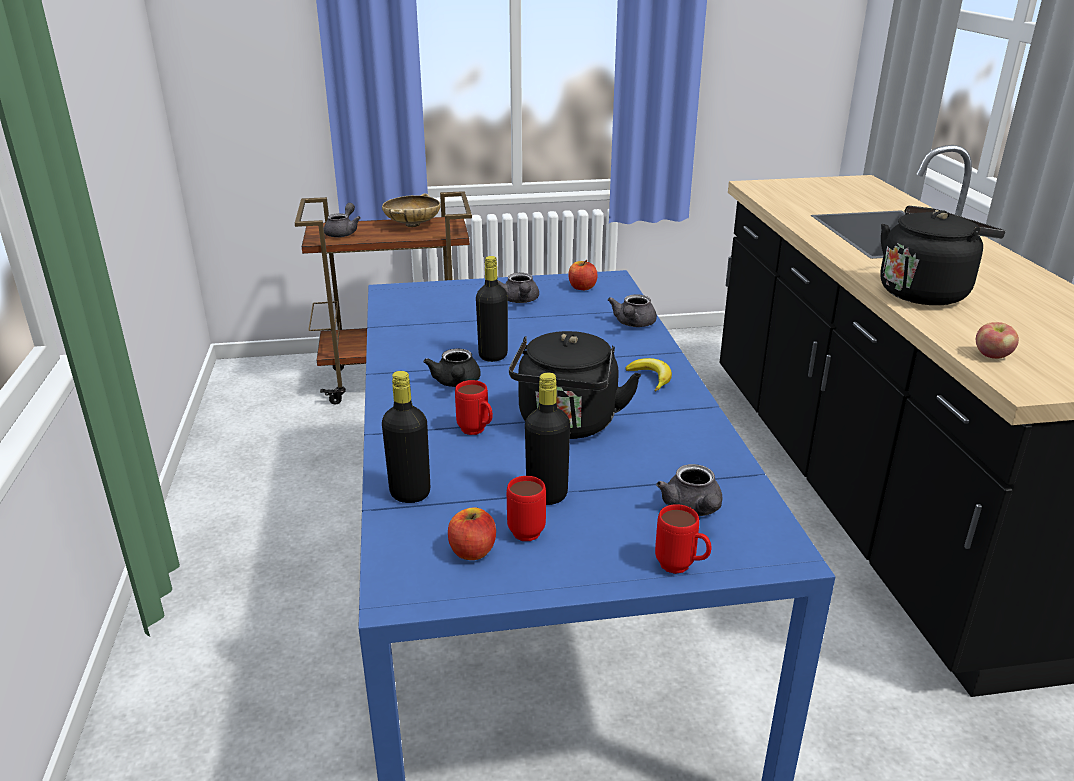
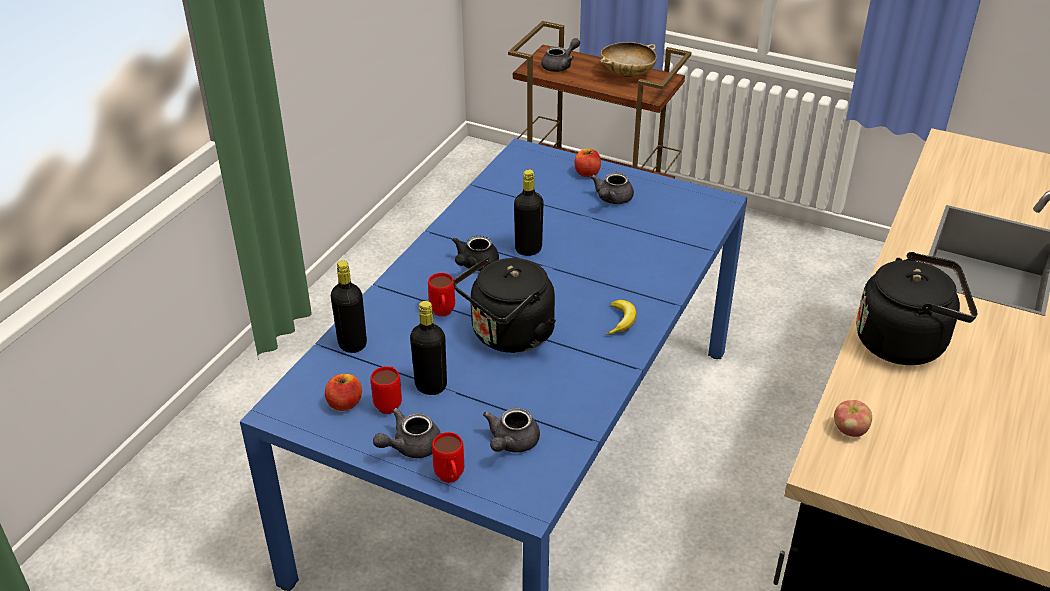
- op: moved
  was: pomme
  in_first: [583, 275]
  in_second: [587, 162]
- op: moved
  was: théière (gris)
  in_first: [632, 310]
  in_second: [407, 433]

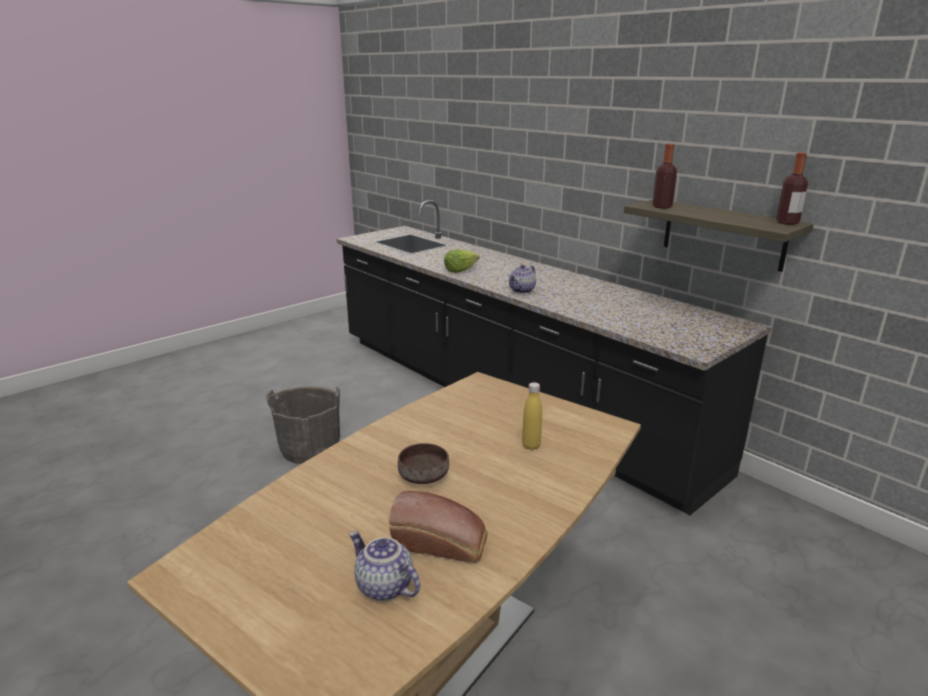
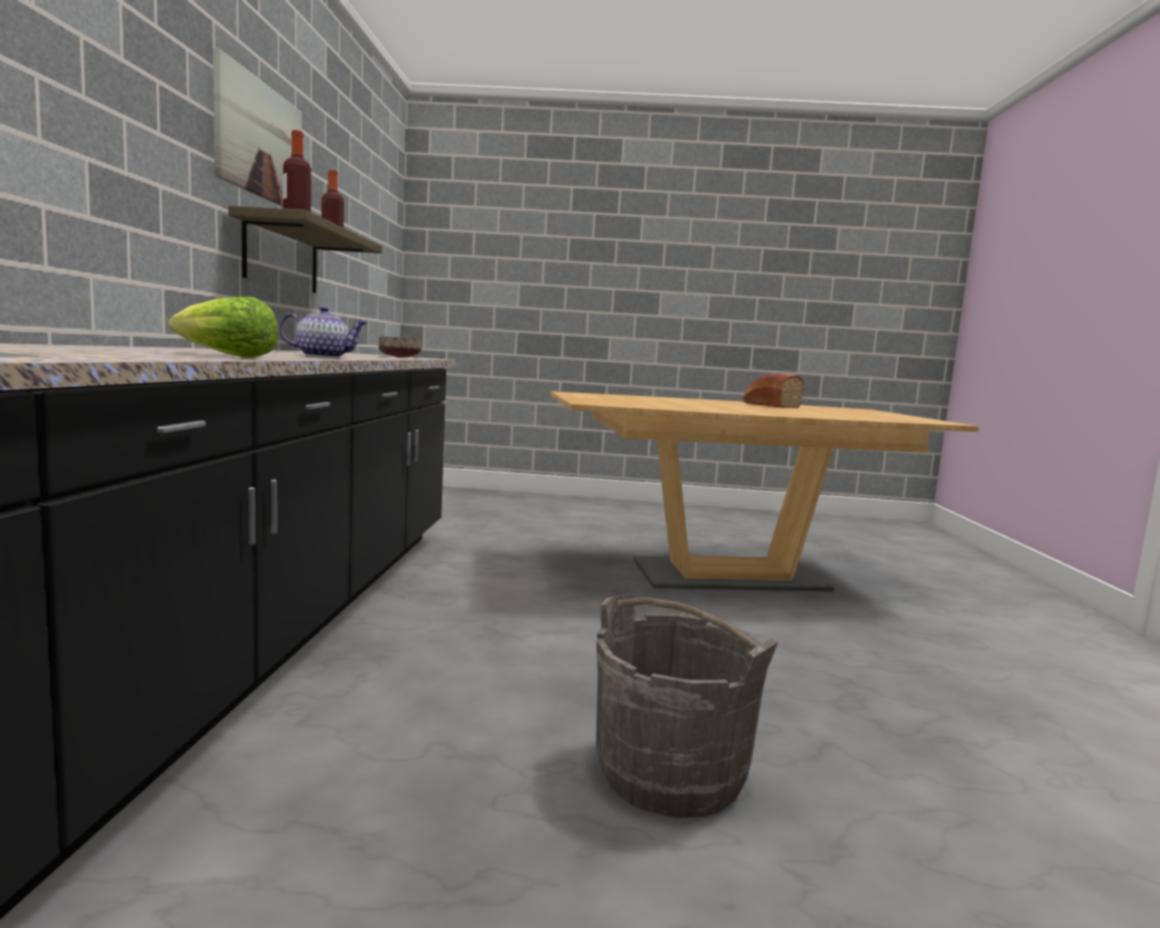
- op: removed
  was: bouteille (jaune)
  in_first: [532, 416]
- op: moved
  was: bol (marron)
  in_first: [423, 463]
  in_second: [400, 347]
- op: removed
  was: théière
  in_first: [384, 566]
- op: added
  now: tableau
  in_second: [257, 127]

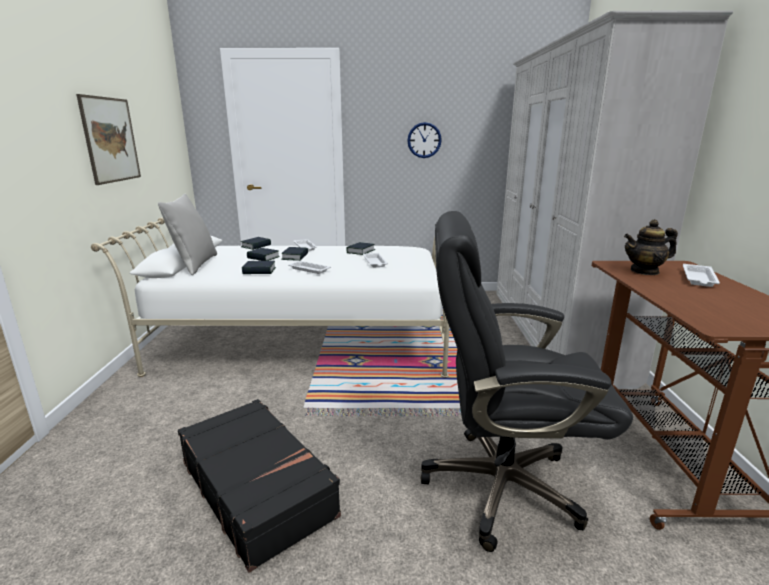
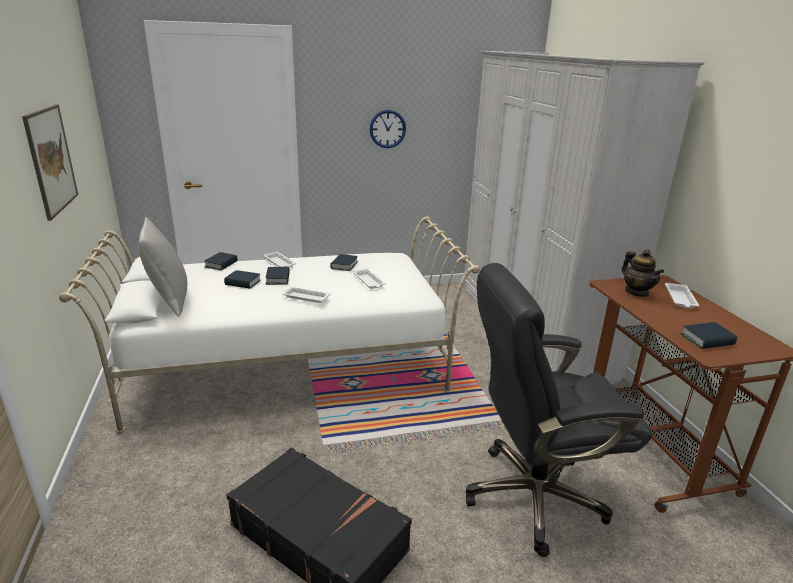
- op: turned
  was: théière
  in_first: [651, 247]
  in_second: [642, 273]
  clockwise: -90
- op: moved
  was: livre
  in_first: [259, 267]
  in_second: [709, 335]

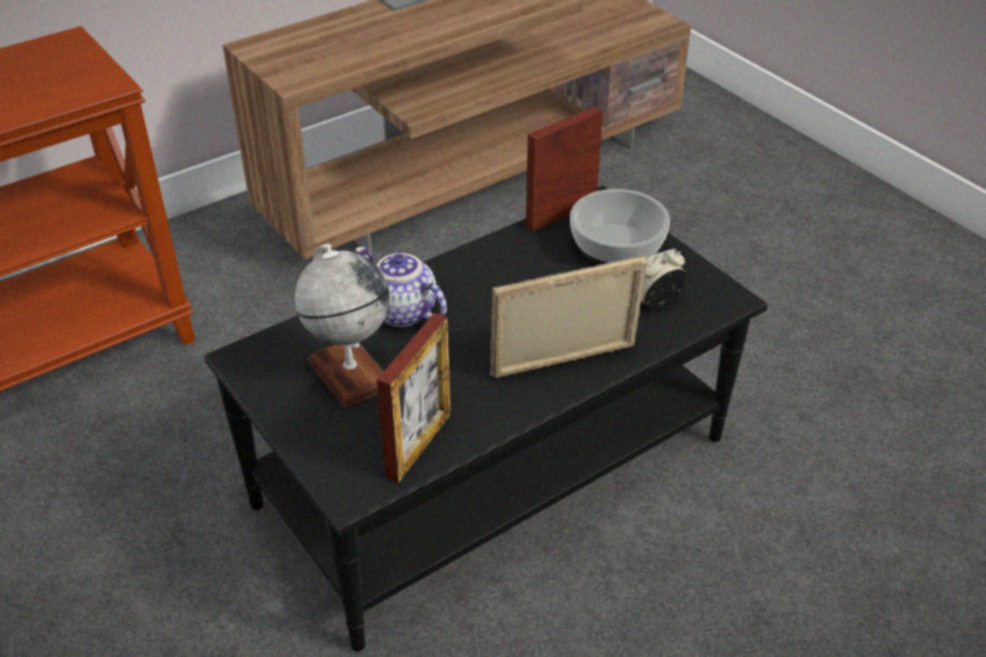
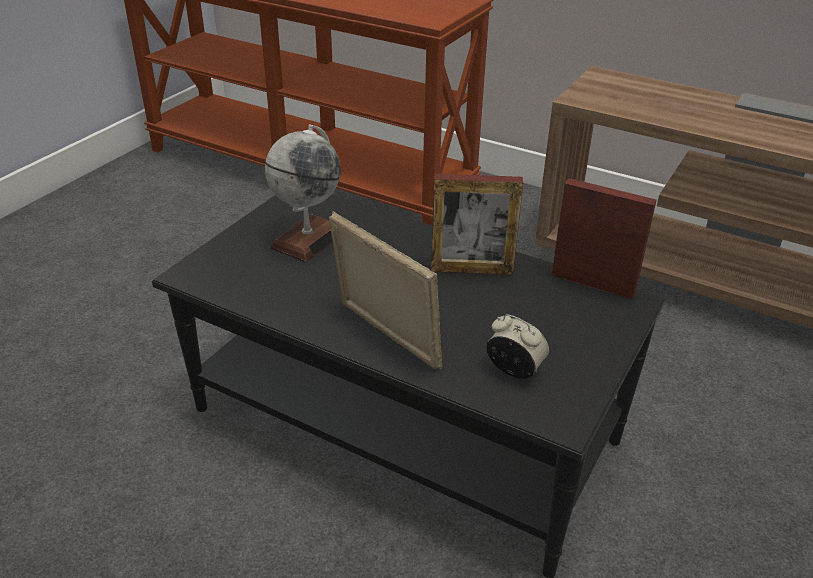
- op: removed
  was: bol
  in_first: [620, 227]
- op: removed
  was: théière
  in_first: [401, 286]
- op: moved
  was: cadre photo
  in_first: [414, 398]
  in_second: [477, 224]

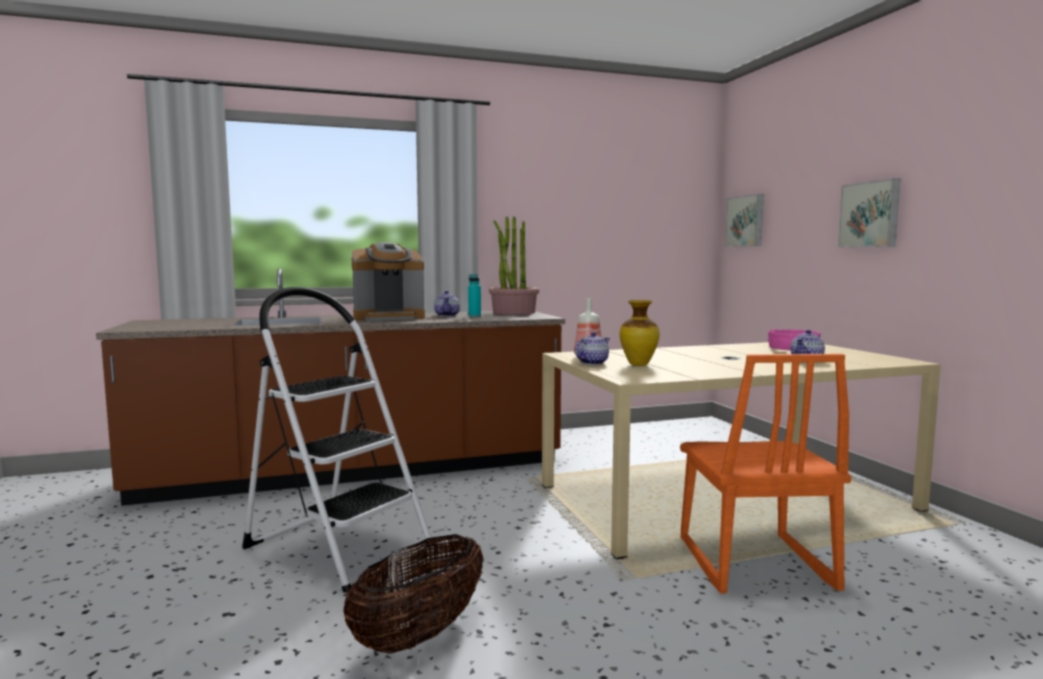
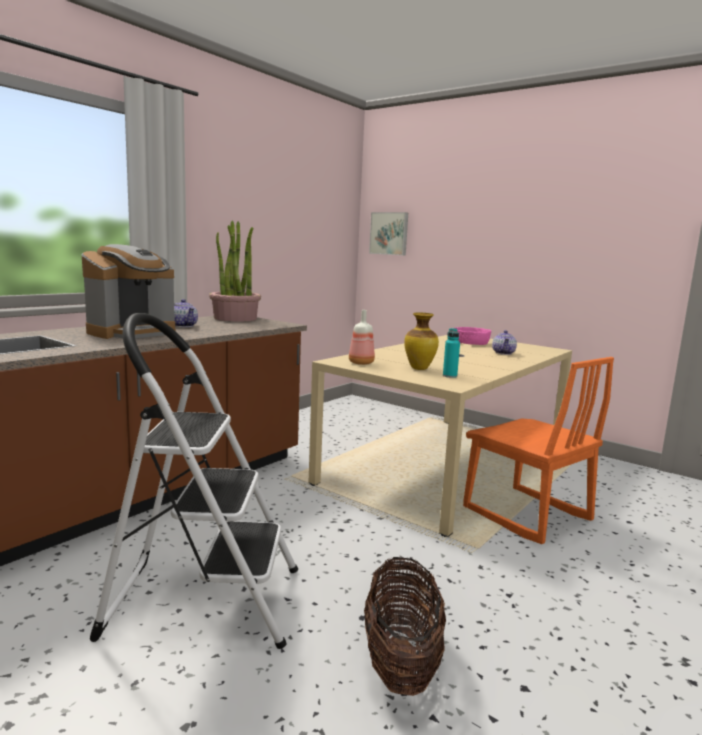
- op: removed
  was: tableau
  in_first: [869, 212]
- op: moved
  was: bouteille (turquoise)
  in_first: [474, 295]
  in_second: [451, 353]
- op: removed
  was: théière
  in_first: [592, 348]

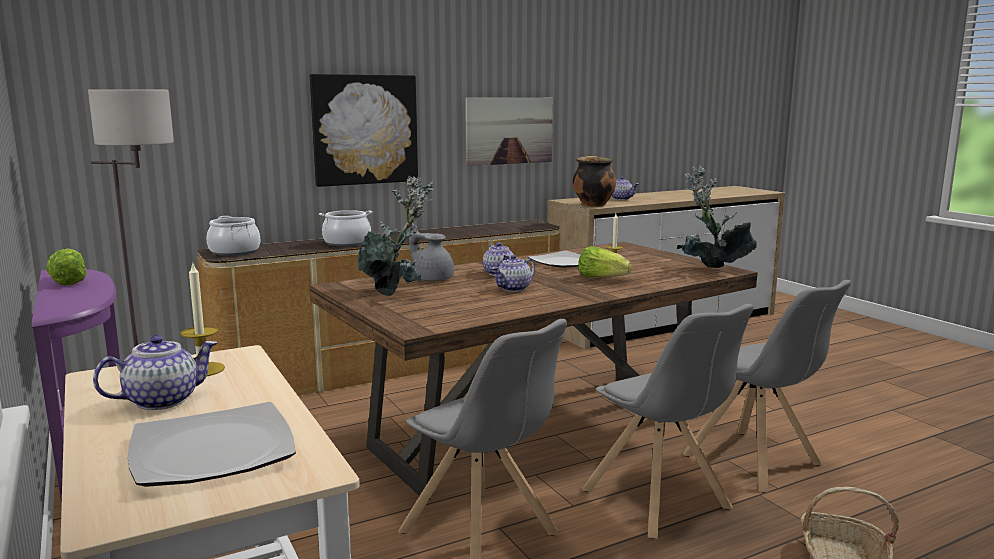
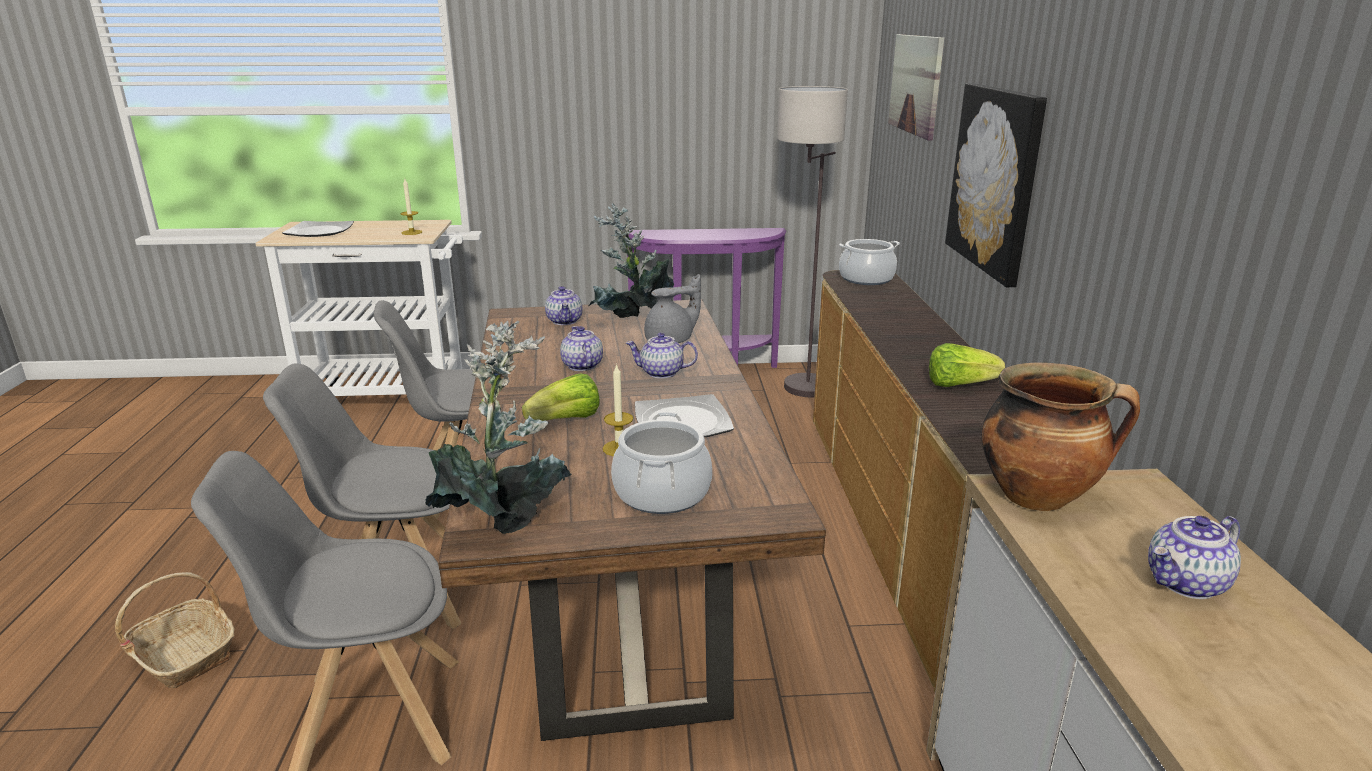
- op: moved
  was: tableau
  in_first: [509, 132]
  in_second: [916, 87]
- op: moved
  was: marmite
  in_first: [345, 228]
  in_second: [661, 463]
- op: moved
  was: laitue
  in_first: [66, 267]
  in_second: [967, 365]
- op: moved
  was: théière
  in_first: [155, 372]
  in_second: [563, 305]

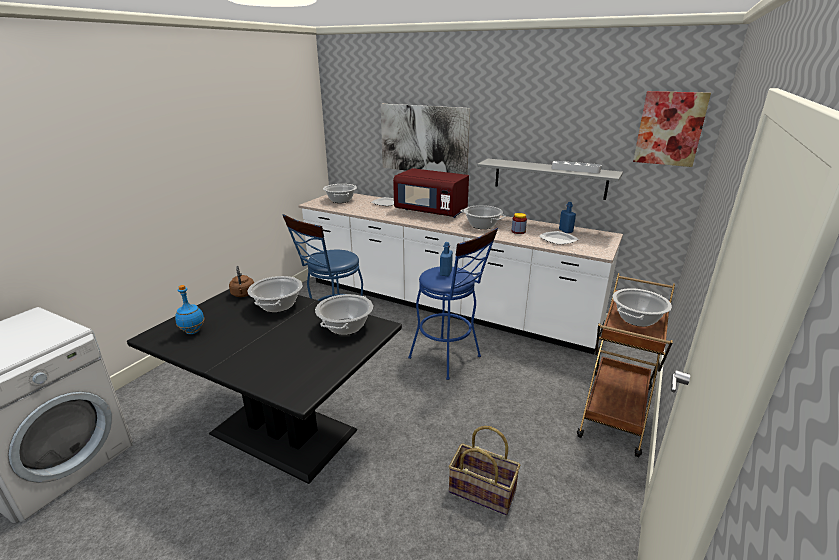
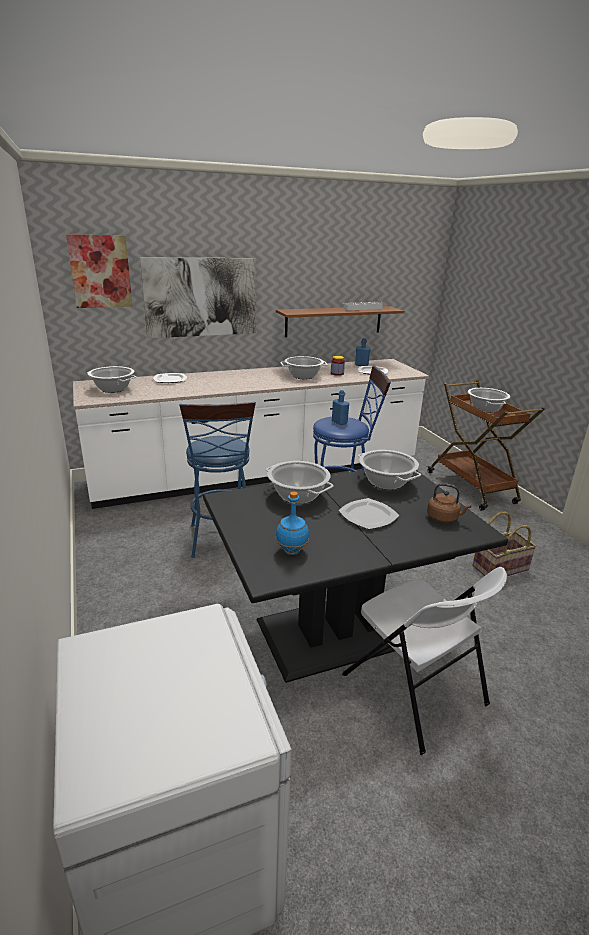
- op: moved
  was: tableau
  in_first: [672, 129]
  in_second: [99, 271]
- op: recoloured
  was: étagère (gris)
  now: étagère (marron)
  in_first: [550, 179]
  in_second: [340, 321]
- op: removed
  was: micro-ondes (rouge)
  in_first: [431, 193]
- op: moved
  was: bouilloire (marron)
  in_first: [241, 281]
  in_second: [449, 503]
- op: added
  now: assiette
  in_second: [368, 513]
- op: added
  now: chaise (blanc)
  in_second: [424, 661]

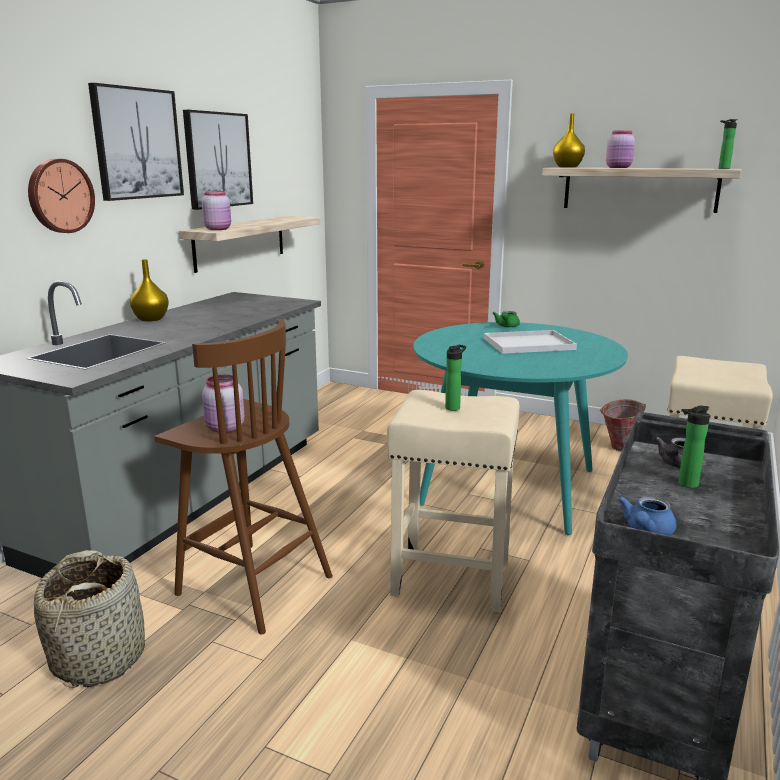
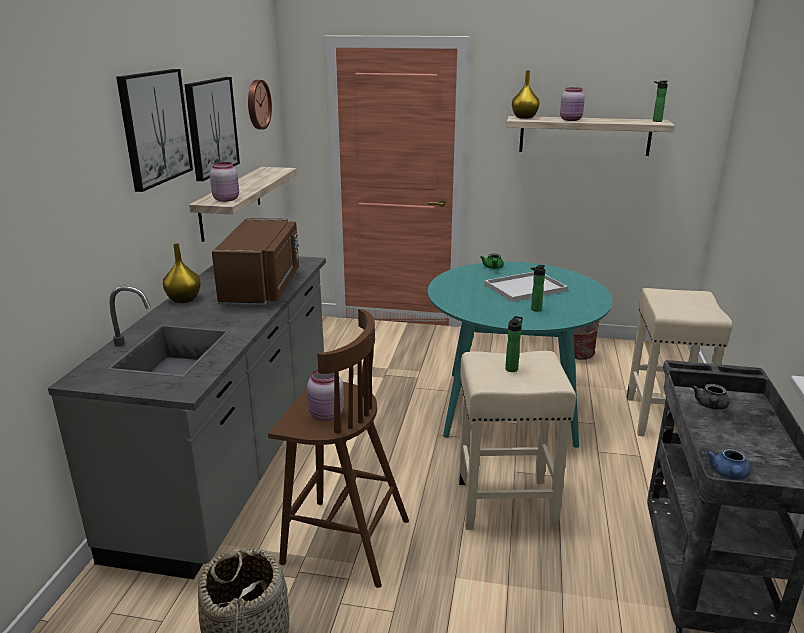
- op: moved
  was: horloge murale
  in_first: [61, 196]
  in_second: [260, 104]
- op: moved
  was: bouteille
  in_first: [694, 447]
  in_second: [538, 288]
- op: added
  now: micro-ondes (marron)
  in_second: [255, 261]

